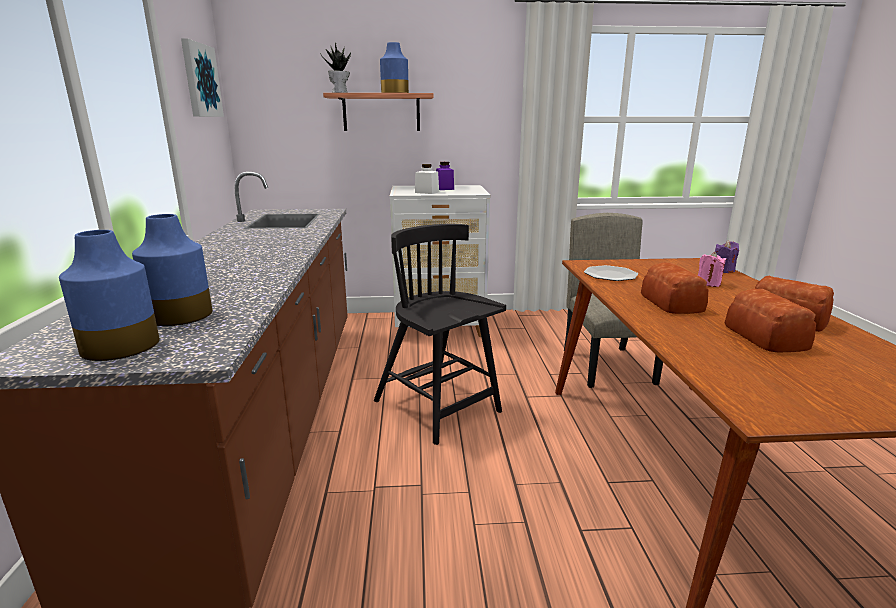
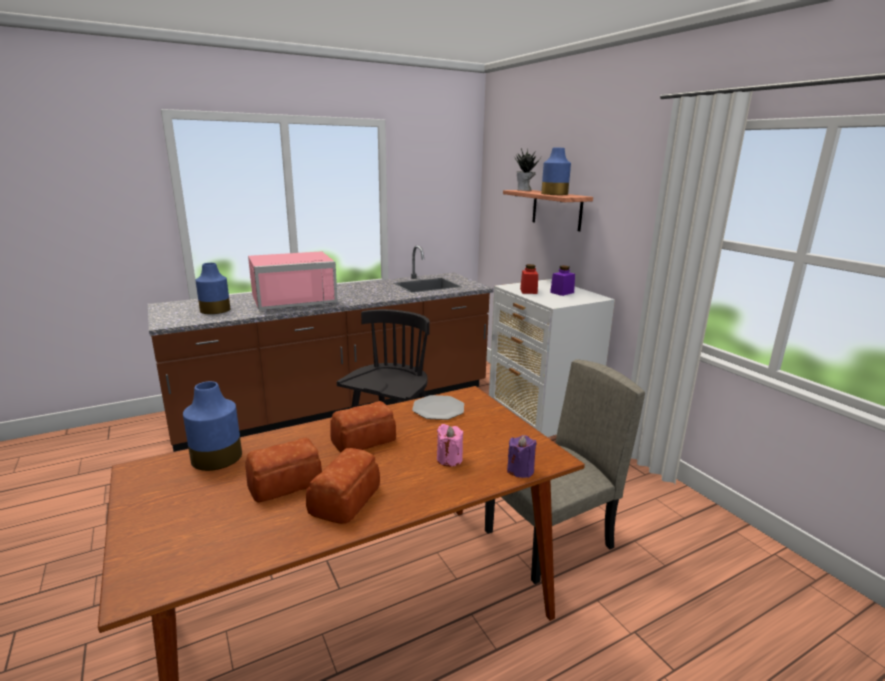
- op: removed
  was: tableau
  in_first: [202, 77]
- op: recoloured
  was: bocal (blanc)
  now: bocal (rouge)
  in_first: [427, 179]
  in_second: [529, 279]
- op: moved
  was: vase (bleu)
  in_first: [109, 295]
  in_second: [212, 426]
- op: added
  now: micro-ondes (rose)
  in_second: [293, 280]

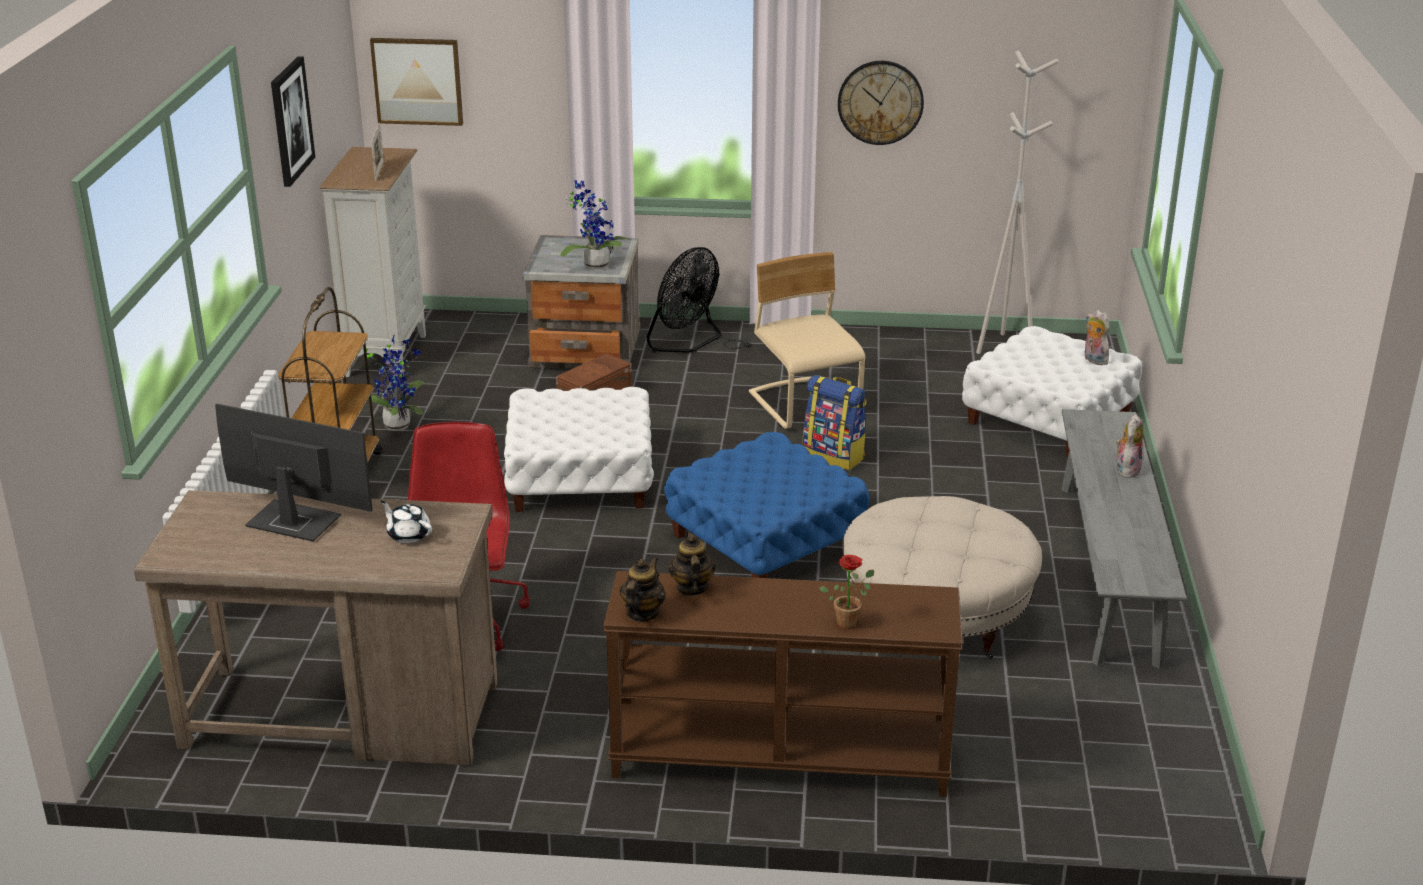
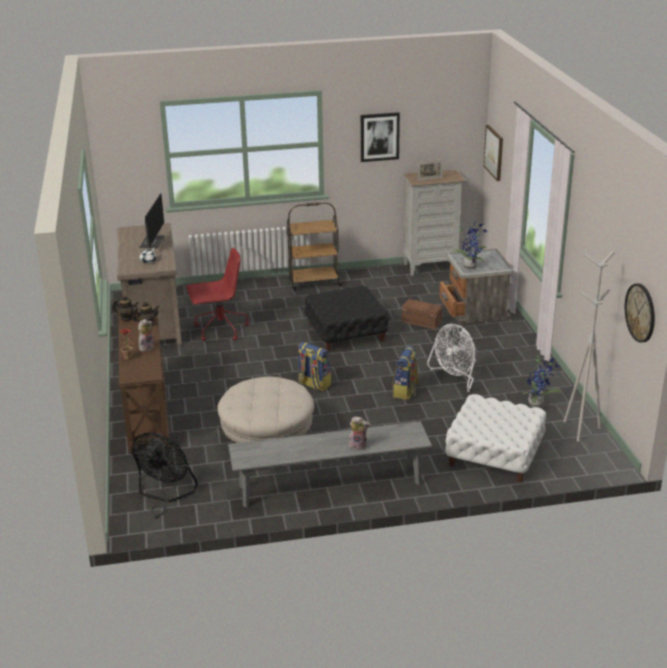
- op: moved
  was: horloge murale
  in_first: [881, 103]
  in_second: [640, 313]
- op: moved
  was: ventilateur (noir)
  in_first: [699, 300]
  in_second: [164, 476]
- op: replaced
  was: chaise (beige)
  now: ventilateur (blanc)
  in_first: [807, 340]
  in_second: [452, 358]
- op: moved
  was: peluche
  in_first: [1096, 337]
  in_second: [146, 335]
- op: moved
  was: plante en pot
  in_first: [393, 383]
  in_second: [542, 381]
- op: recoloured
  was: pouf (blanc)
  now: pouf (noir)
  in_first: [579, 449]
  in_second: [346, 318]
- op: replaced
  was: pouf (bleu)
  now: sac à dos
  in_first: [767, 505]
  in_second: [314, 366]

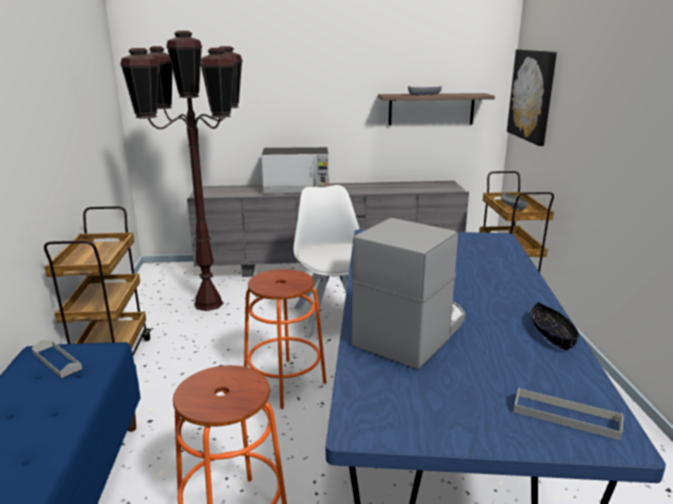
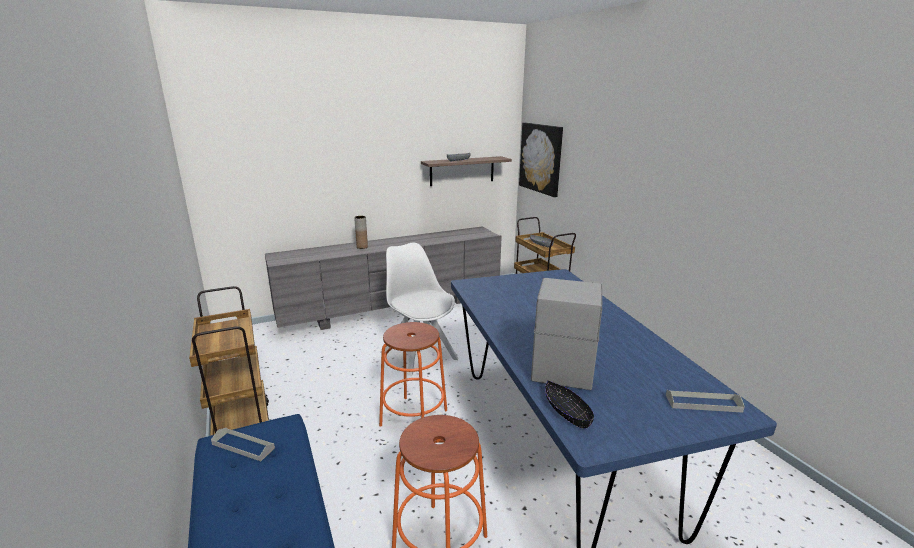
- op: removed
  was: lampadaire (marron)
  in_first: [181, 171]
- op: replaced
  was: micro-ondes
  now: vase (marron)
  in_first: [295, 170]
  in_second: [361, 232]
- op: moved
  was: bol (noir)
  in_first: [555, 326]
  in_second: [569, 404]

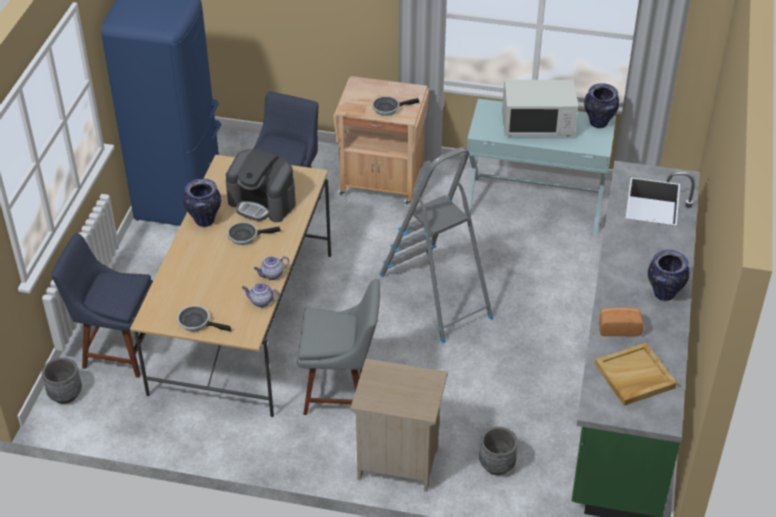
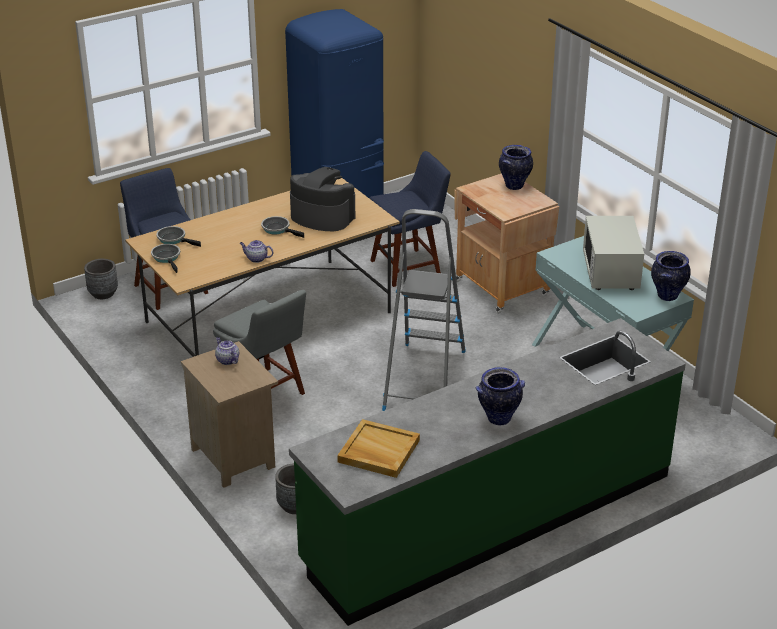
- op: turned
  was: micro-ondes (blanc)
  in_first: [540, 108]
  in_second: [613, 253]
  clockwise: 45
- op: moved
  was: poêle
  in_first: [395, 106]
  in_second: [178, 236]
- op: turned
  was: machine à café
  in_first: [261, 186]
  in_second: [322, 199]
  clockwise: 135
- op: moved
  was: vase
  in_first: [202, 203]
  in_second: [516, 167]
- op: moved
  was: théière
  in_first: [261, 295]
  in_second: [227, 351]
- op: removed
  was: pain
  in_first: [621, 321]

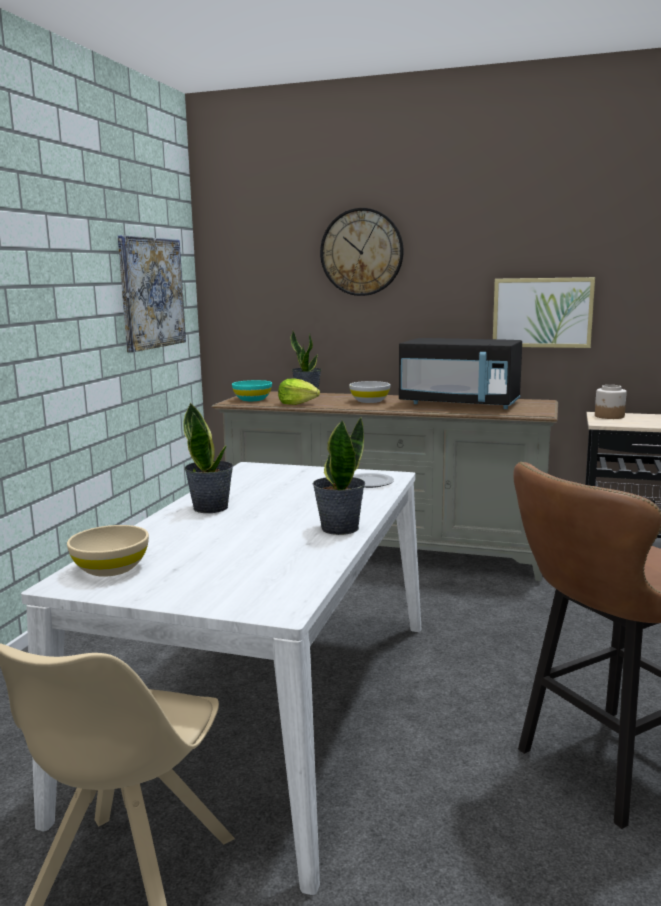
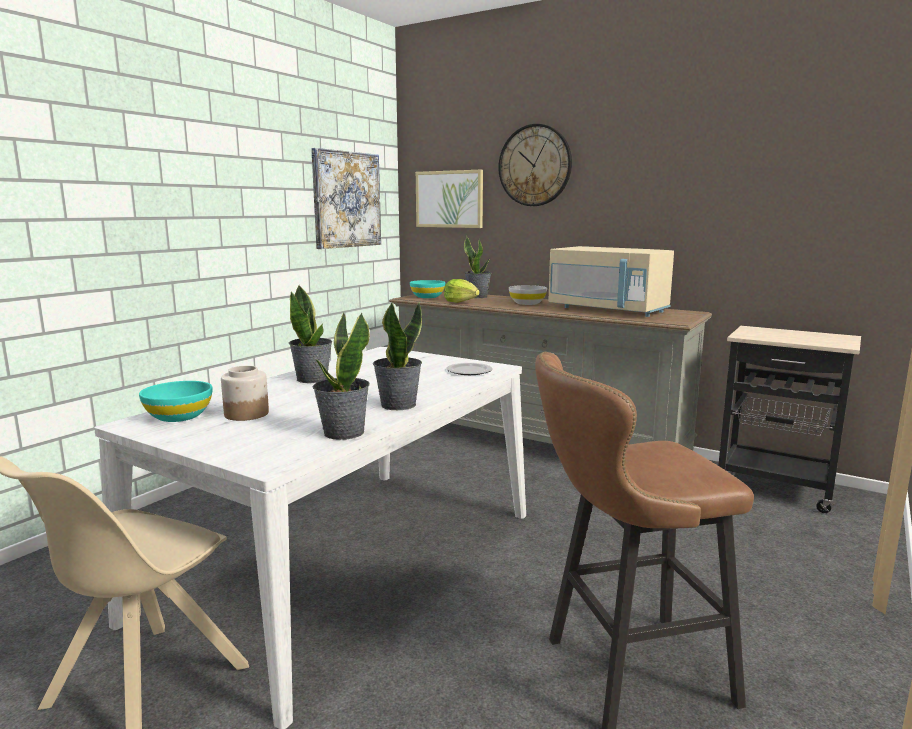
- op: moved
  was: tableau
  in_first: [544, 312]
  in_second: [449, 199]
- op: recoloured
  was: micro-ondes (noir)
  now: micro-ondes (beige)
  in_first: [460, 373]
  in_second: [611, 281]
- op: moved
  was: bocal
  in_first: [611, 402]
  in_second: [245, 393]
- op: recoloured
  was: bol (beige)
  now: bol (turquoise)
  in_first: [108, 551]
  in_second: [176, 401]
- op: added
  now: plante en pot
  in_second: [341, 376]

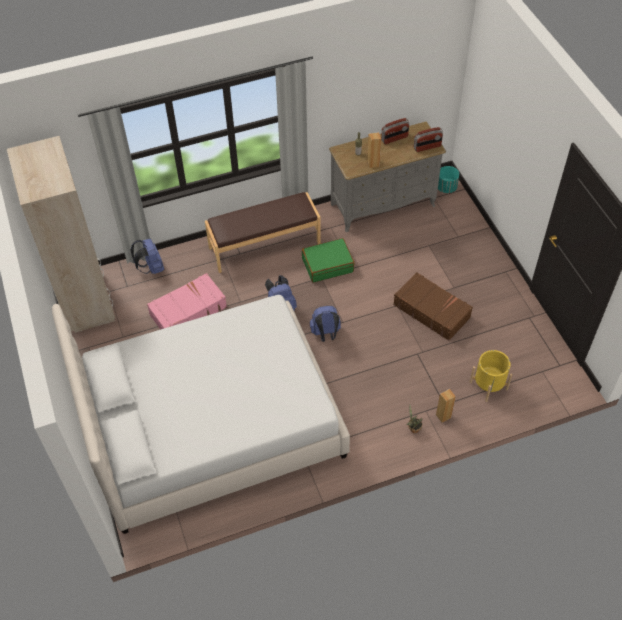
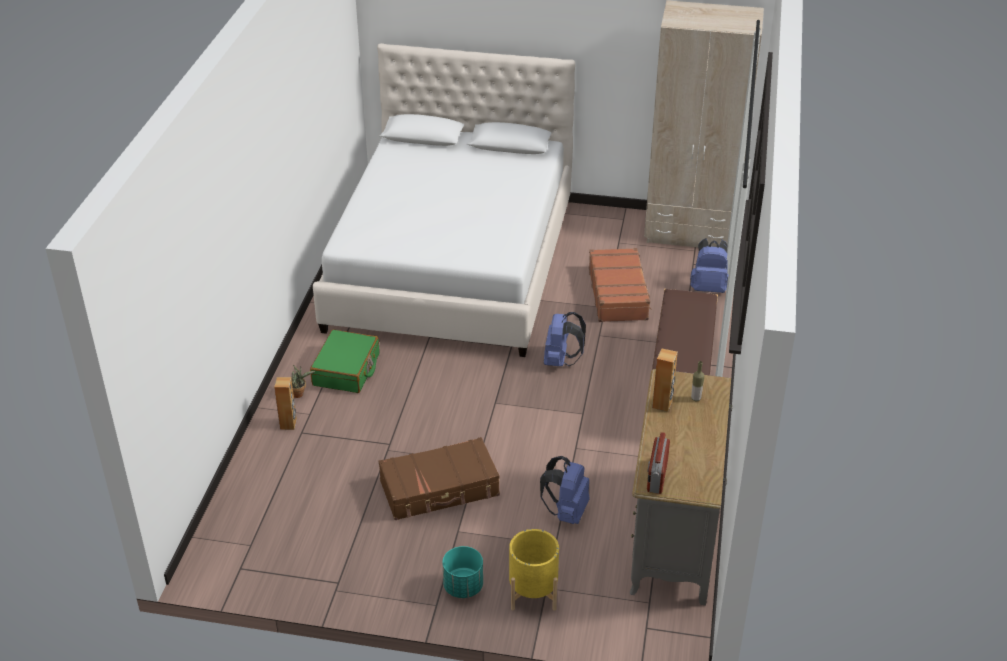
- op: removed
  was: radio
  in_first: [395, 131]
- op: moved
  was: cache-pot (turquoise)
  in_first: [448, 179]
  in_second: [462, 572]
- op: moved
  was: valise (vert)
  in_first: [328, 260]
  in_second: [344, 361]
- op: recoloured
  was: valise (rose)
  now: valise (marron)
  in_first: [187, 301]
  in_second: [620, 285]
- op: moved
  was: sac à dos (bleu)
  in_first: [325, 324]
  in_second: [565, 490]
- op: moved
  was: cache-pot (jaune)
  in_first: [490, 376]
  in_second: [534, 570]

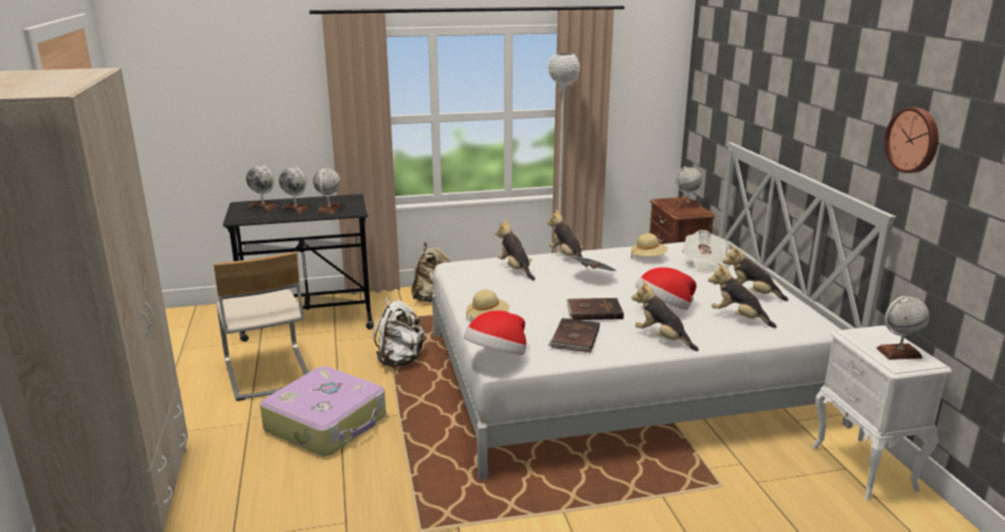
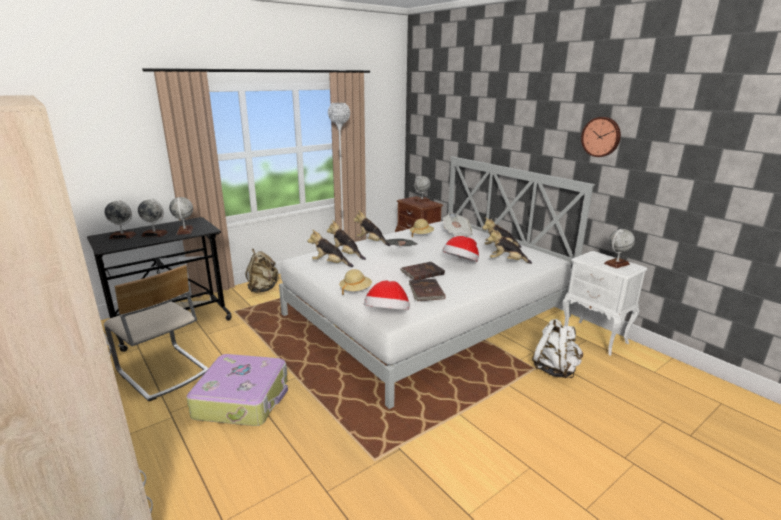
- op: moved
  was: peluche
  in_first: [665, 315]
  in_second: [330, 248]
- op: moved
  was: sac à dos (blanc)
  in_first: [399, 332]
  in_second: [557, 348]

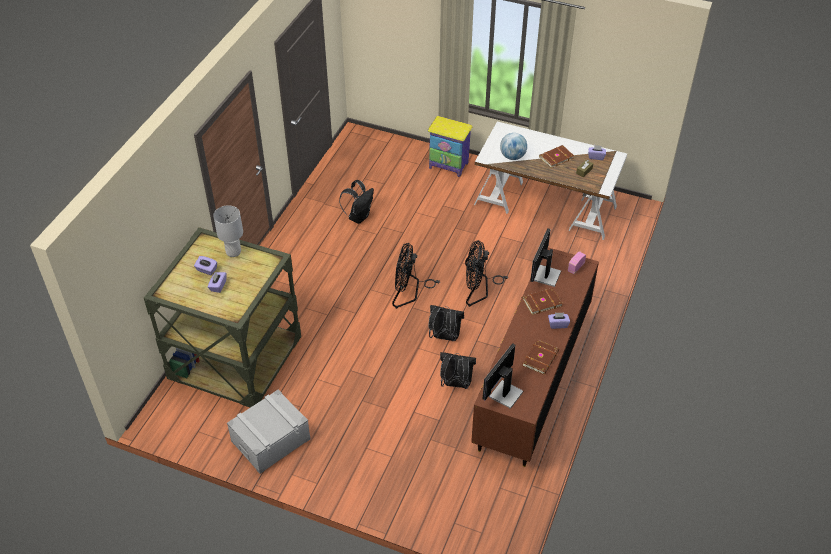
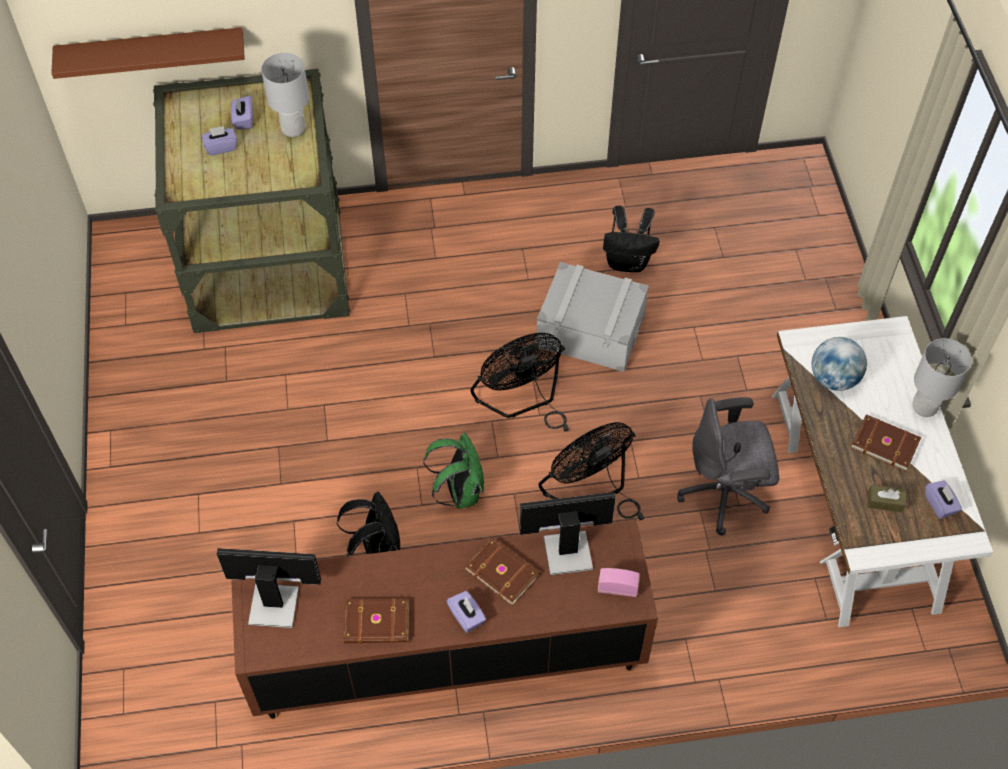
- op: removed
  was: table de chevet
  in_first: [450, 146]
- op: recoloured
  was: sac à dos (noir)
  now: sac à dos (vert)
  in_first: [446, 323]
  in_second: [453, 471]
- op: moved
  was: boîte de rangement (gris)
  in_first: [269, 432]
  in_second: [592, 317]
- op: added
  now: étagère (marron)
  in_second: [148, 53]
- op: added
  now: lampe de table (gris)
  in_second: [941, 377]
- op: added
  now: chaise de bureau (gris)
  in_second: [728, 466]

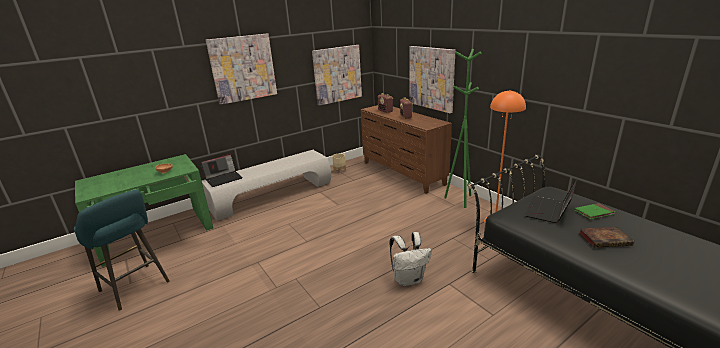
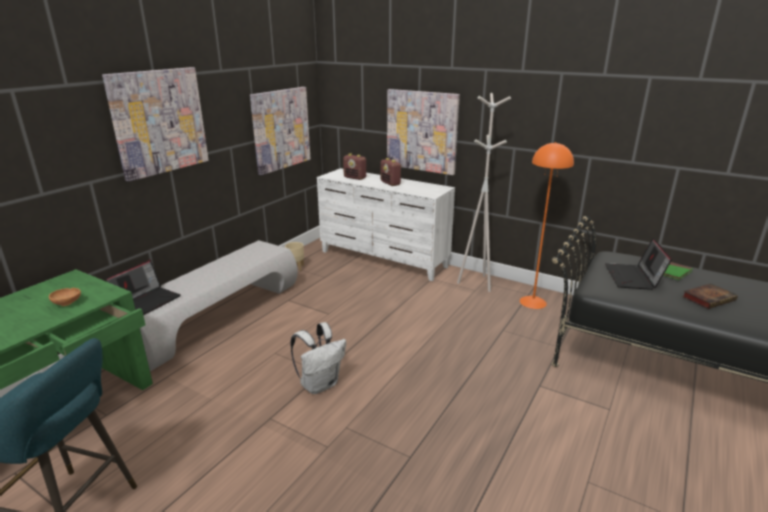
- op: recoloured
  was: portant (vert)
  now: portant (gris)
  in_first: [462, 128]
  in_second: [484, 192]
- op: recoloured
  was: commode (marron)
  now: commode (blanc)
  in_first: [406, 149]
  in_second: [386, 224]
- op: moved
  was: sac à dos (blanc)
  in_first: [410, 259]
  in_second: [318, 358]

